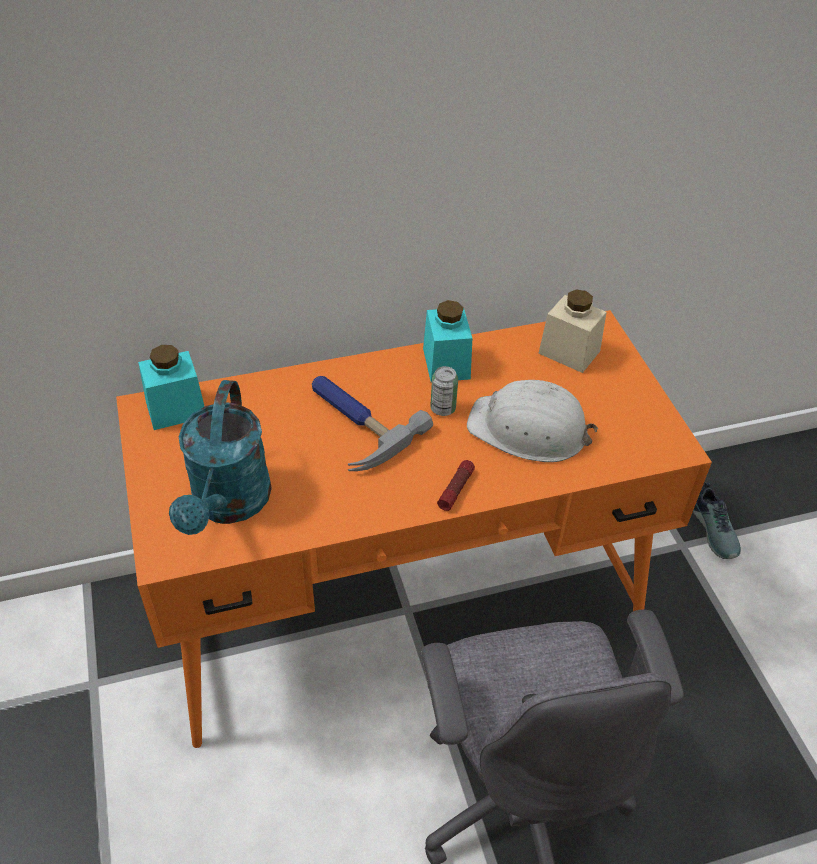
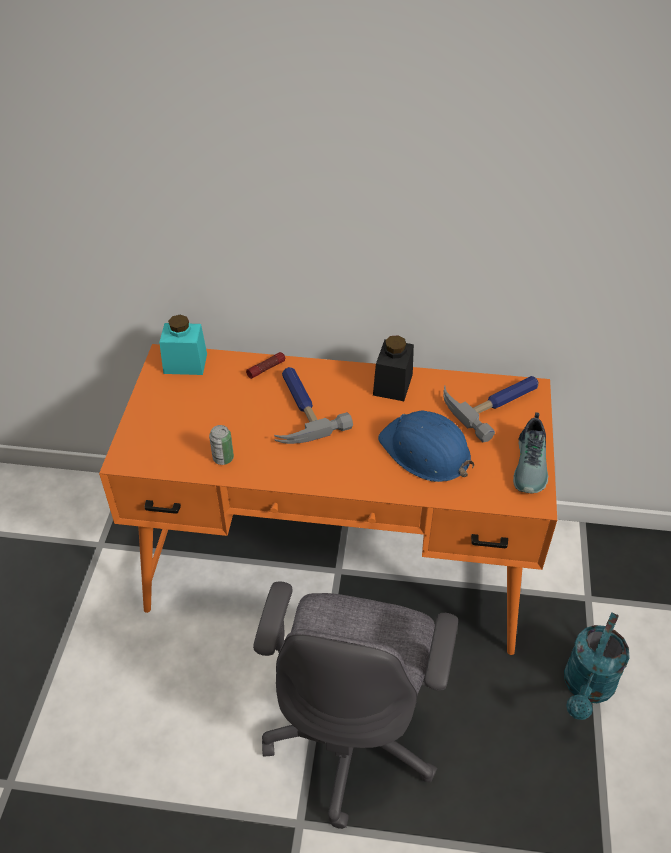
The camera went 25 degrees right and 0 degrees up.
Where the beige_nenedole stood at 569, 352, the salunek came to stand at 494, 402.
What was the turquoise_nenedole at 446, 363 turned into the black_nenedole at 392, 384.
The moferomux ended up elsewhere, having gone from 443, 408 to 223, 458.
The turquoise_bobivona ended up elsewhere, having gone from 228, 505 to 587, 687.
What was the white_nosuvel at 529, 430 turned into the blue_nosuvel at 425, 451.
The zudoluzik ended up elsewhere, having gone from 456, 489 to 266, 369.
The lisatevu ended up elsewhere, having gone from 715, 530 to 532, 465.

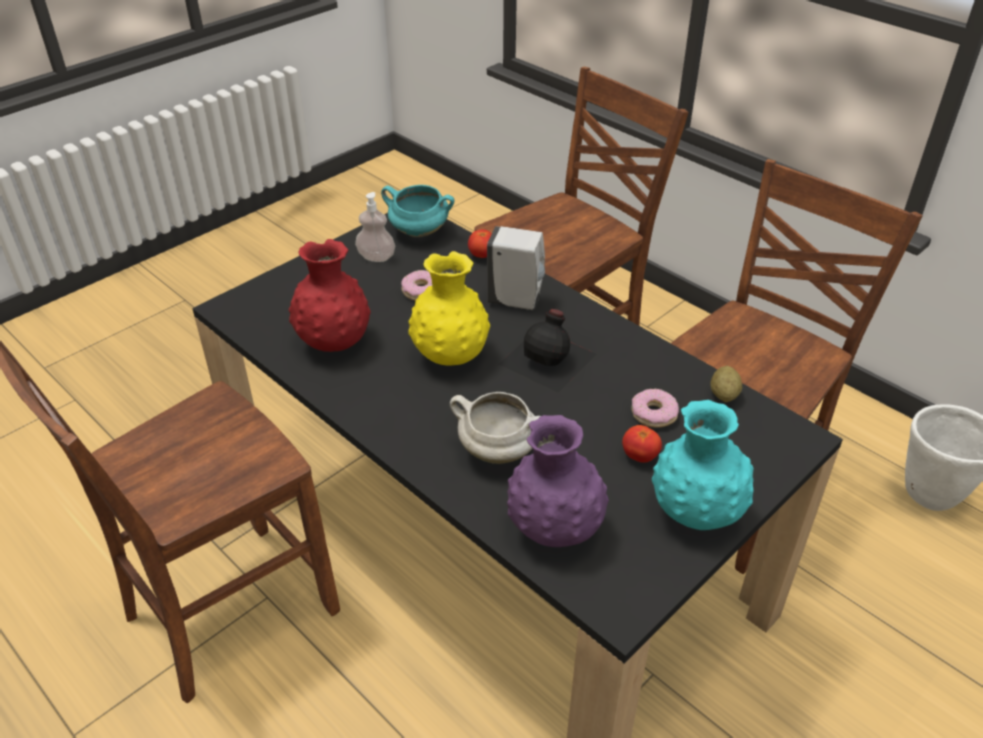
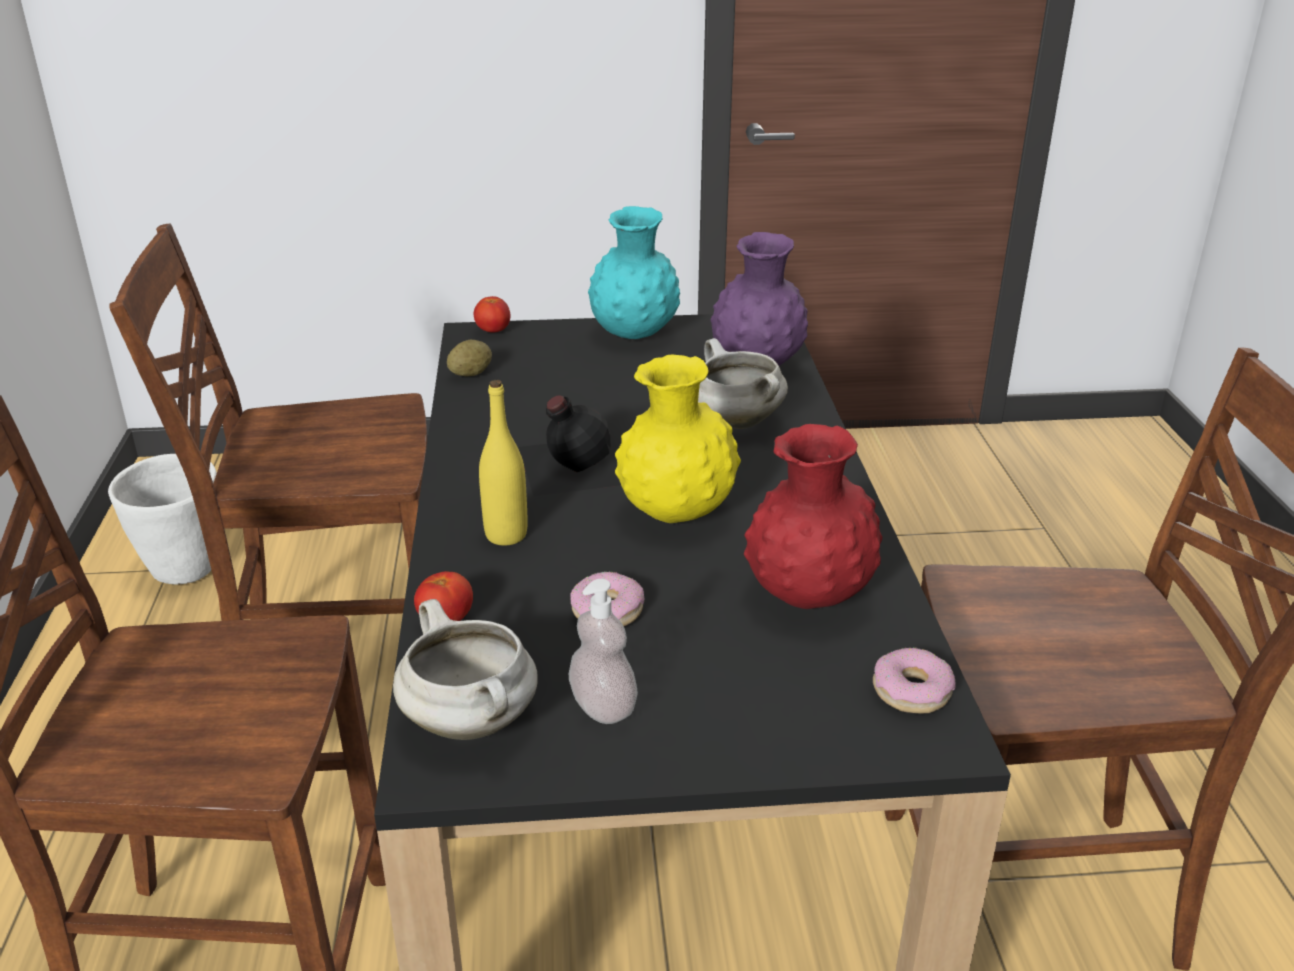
The camera went 140 degrees left and 10 degrees down.
What was the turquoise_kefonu at 418, 232 turned into the white_kefonu at 472, 722.
Where the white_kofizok stood at 517, 301, the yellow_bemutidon came to stand at 506, 535.
The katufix ended up elsewhere, having gone from 654, 414 to 911, 690.
The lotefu ended up elsewhere, having gone from 640, 456 to 493, 331.

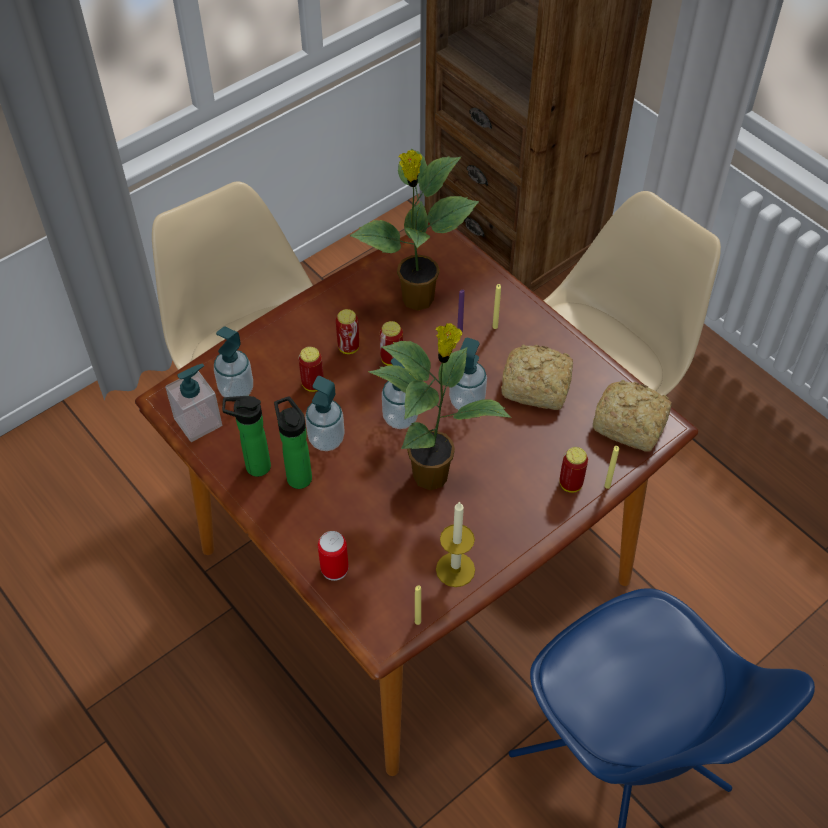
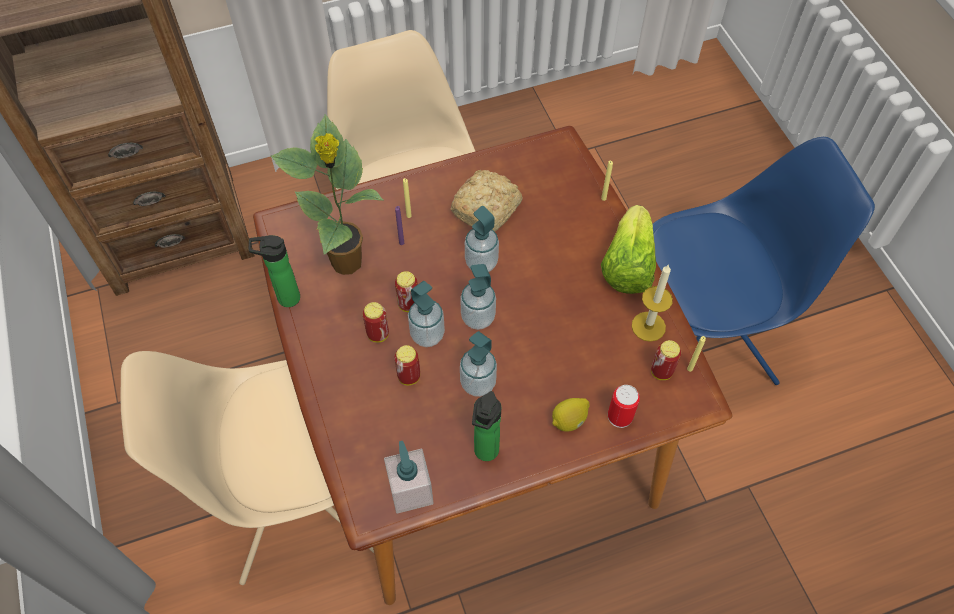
The camera went 70 degrees left and 5 degrees up.
The second view lost the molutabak at 433, 474.
The kofizok ended up elsewhere, having gone from 236, 390 to 427, 335.
The second view lost the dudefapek at 631, 425.
The bemutidon ended up elsewhere, having gone from 297, 475 to 285, 298.
The moferomux ended up elsewhere, having gone from 570, 484 to 661, 372.
The second view gained the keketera at 627, 266.
The second view gained the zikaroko at 569, 421.

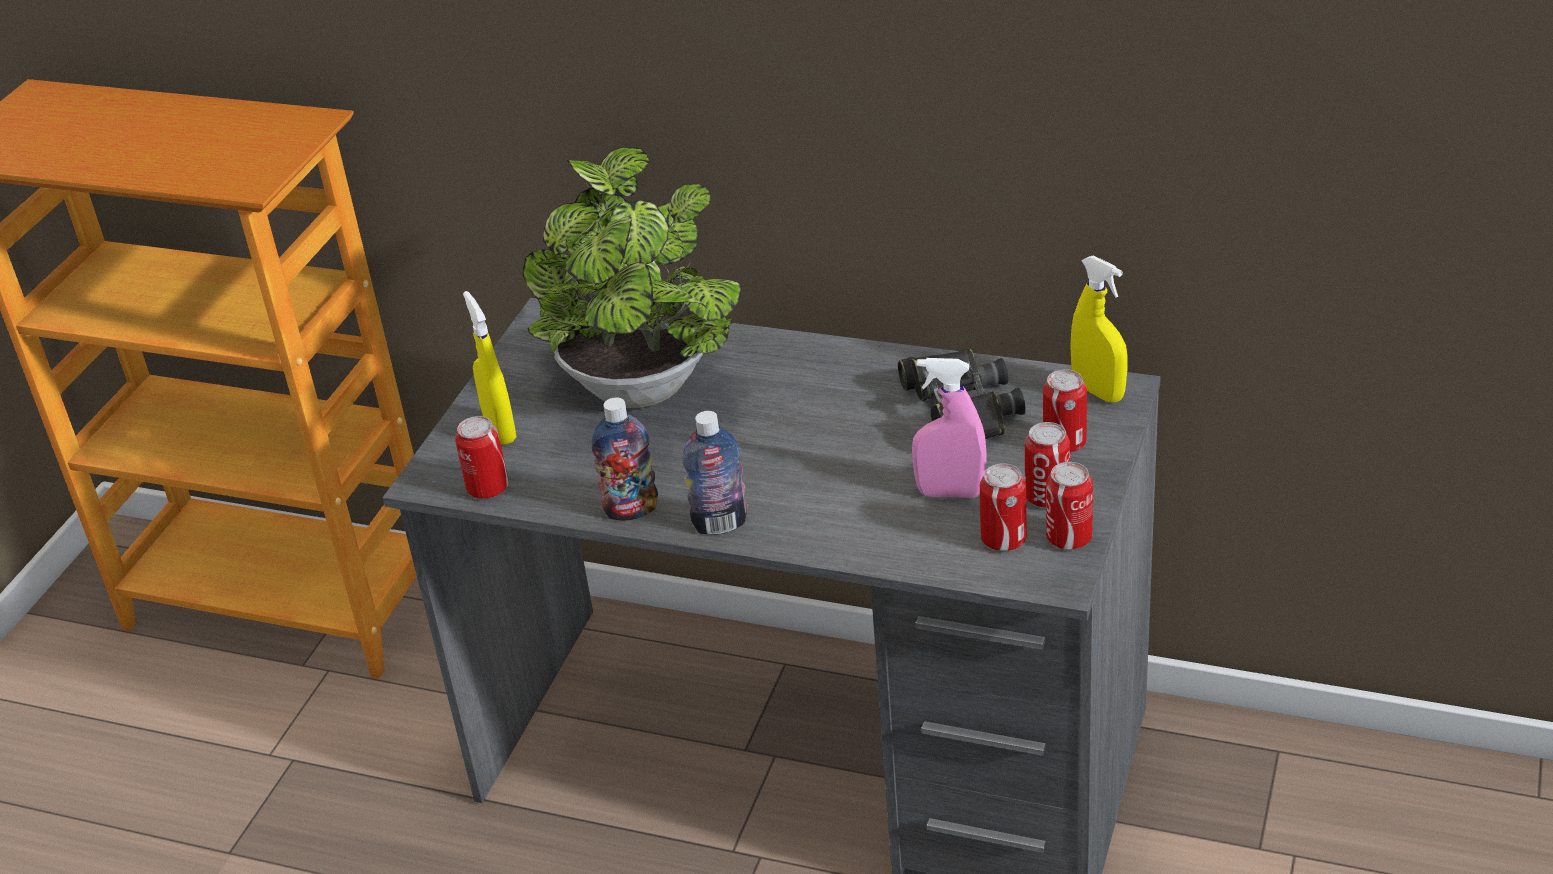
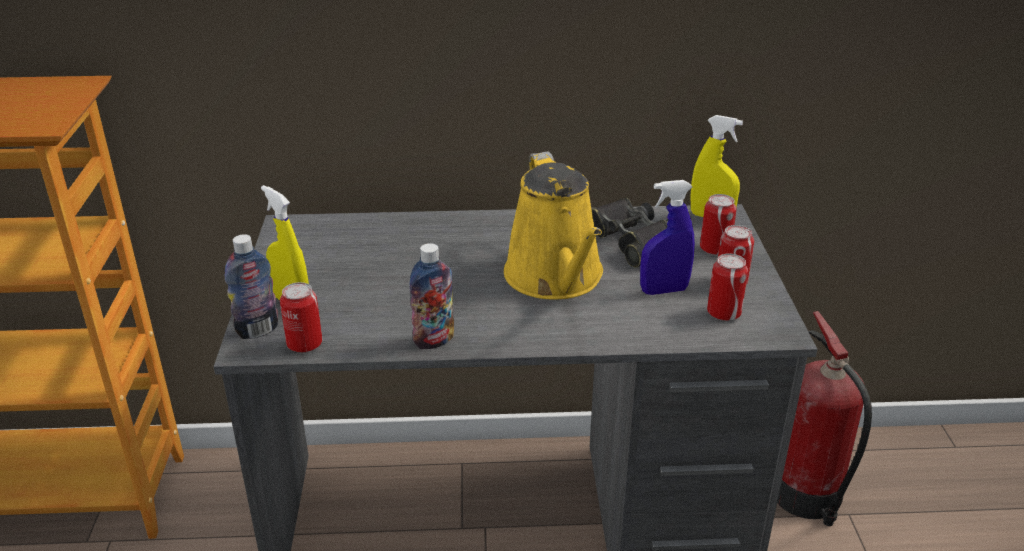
The camera went 25 degrees left and 5 degrees down.
The second view lost the molutabak at 641, 393.
What was the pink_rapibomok at 950, 493 turned into the blue_rapibomok at 664, 290.
The bemutidon ended up elsewhere, having gone from 720, 524 to 258, 330.
The second view lost the moferomux at 1069, 538.
The second view gained the yellow_bobivona at 556, 278.
The second view gained the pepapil at 808, 497.

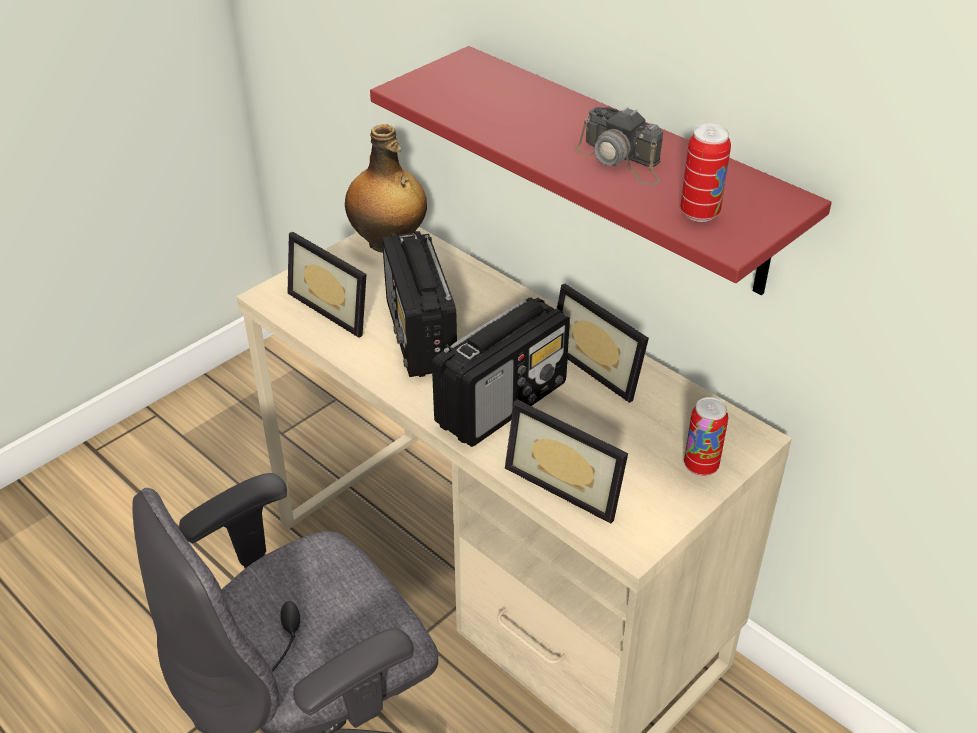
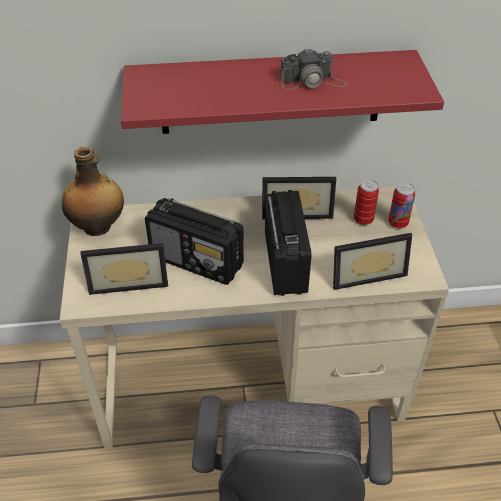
The camera went 50 degrees left and 5 degrees up.
The moferomux ended up elsewhere, having gone from 699, 213 to 363, 220.

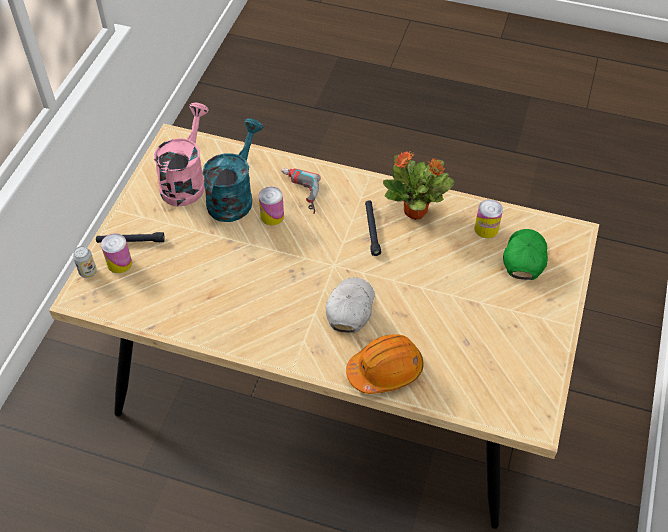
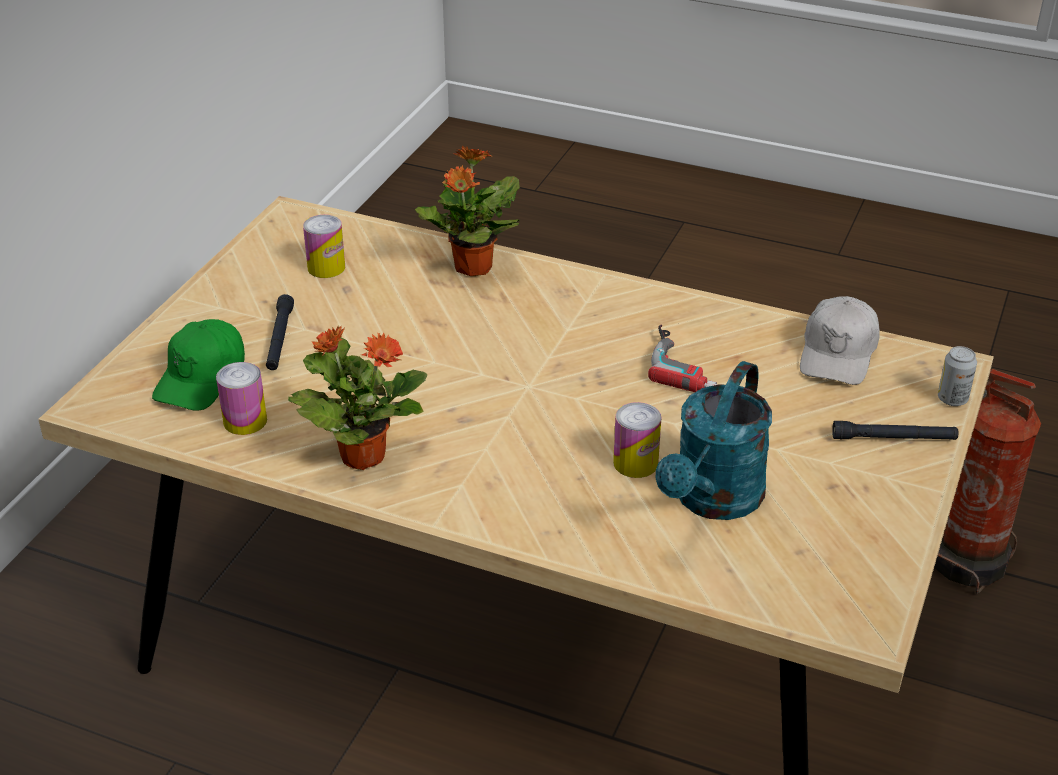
The camera went 175 degrees left and 15 degrees down.
The second view lost the pink_bobivona at 186, 181.
The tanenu ended up elsewhere, having gone from 298, 193 to 688, 365.
The black_zudoluzik ended up elsewhere, having gone from 372, 230 to 279, 339.
The moferomux ended up elsewhere, having gone from 119, 263 to 326, 267.
The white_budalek ended up elsewhere, having gone from 350, 308 to 838, 353.
Where the orange_nosuvel stood at 385, 370, the molutabak came to stand at 472, 268.
The second view gained the pepapil at 964, 557.

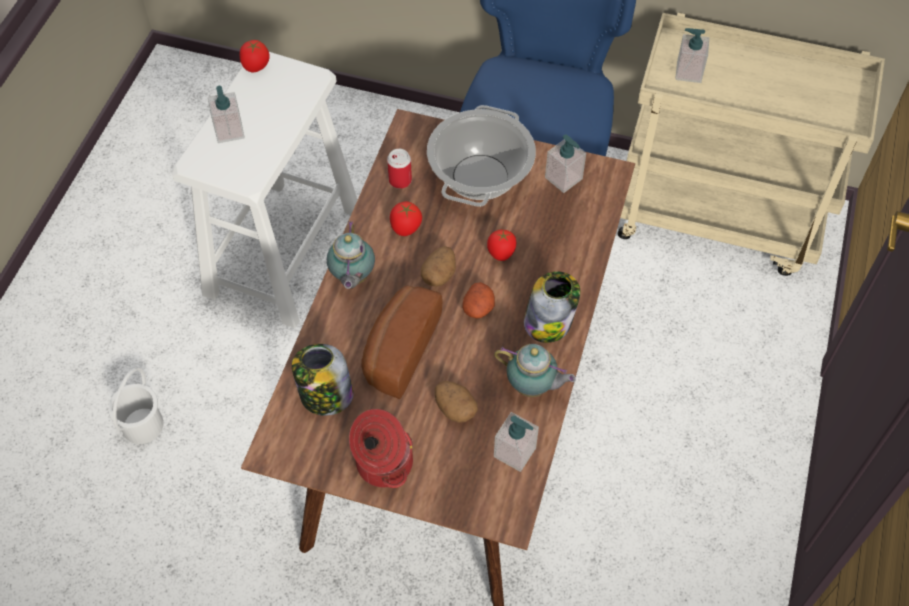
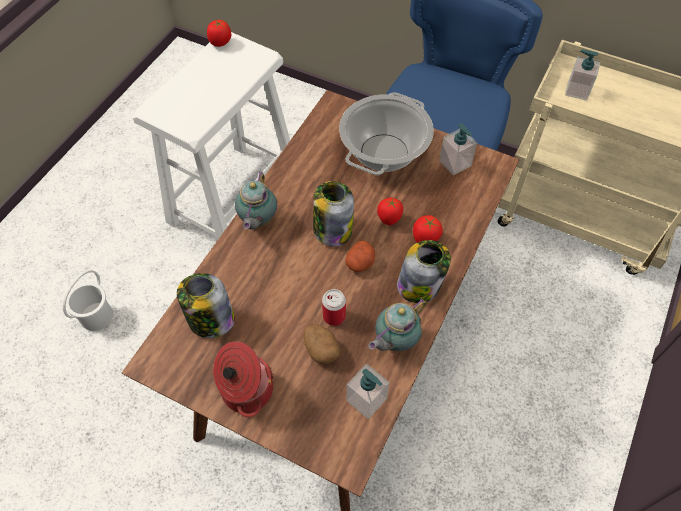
The camera went 10 degrees right and 0 degrees up.
The second view lost the kofizok at 229, 131.
The moferomux ended up elsewhere, having gone from 400, 180 to 334, 316.
The lotefu ended up elsewhere, having gone from 405, 228 to 425, 239.
Where the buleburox stood at 439, 274, the nenedole came to stand at 332, 229.
The second view lost the dudefapek at 398, 349.
The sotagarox at 532, 387 ended up facing another way, 105 degrees clockwise from before.

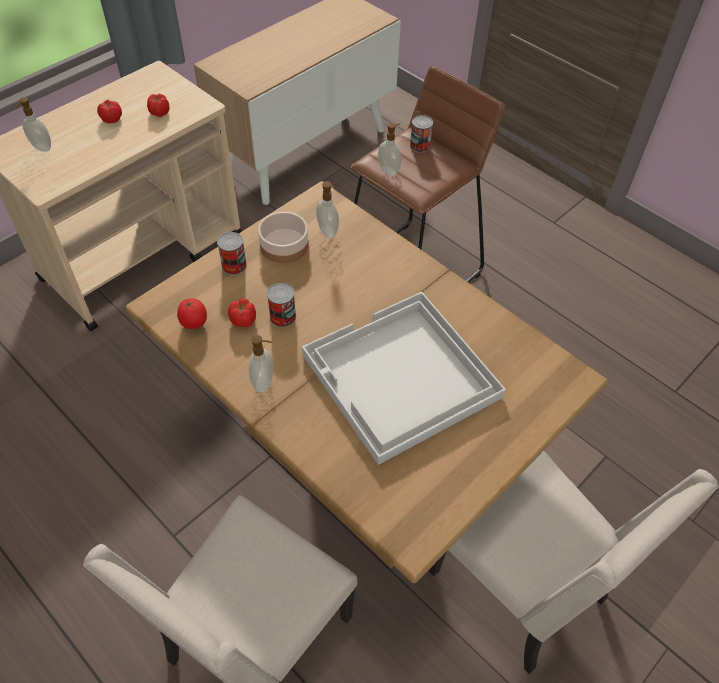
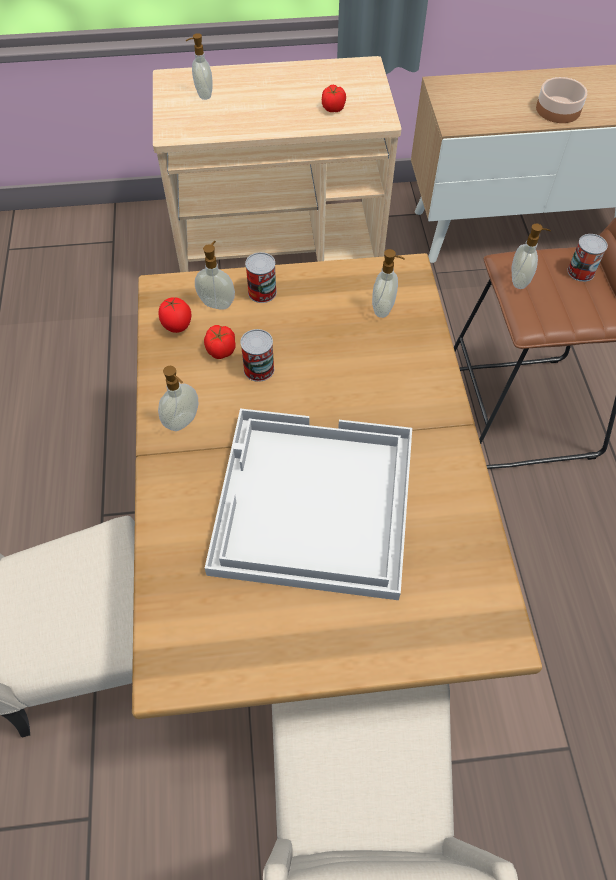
The camera went 40 degrees right and 5 degrees up.
The second view lost the lotefu at 111, 119.
The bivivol ended up elsewhere, having gone from 283, 246 to 557, 110.
The second view gained the kofizok at 217, 303.

